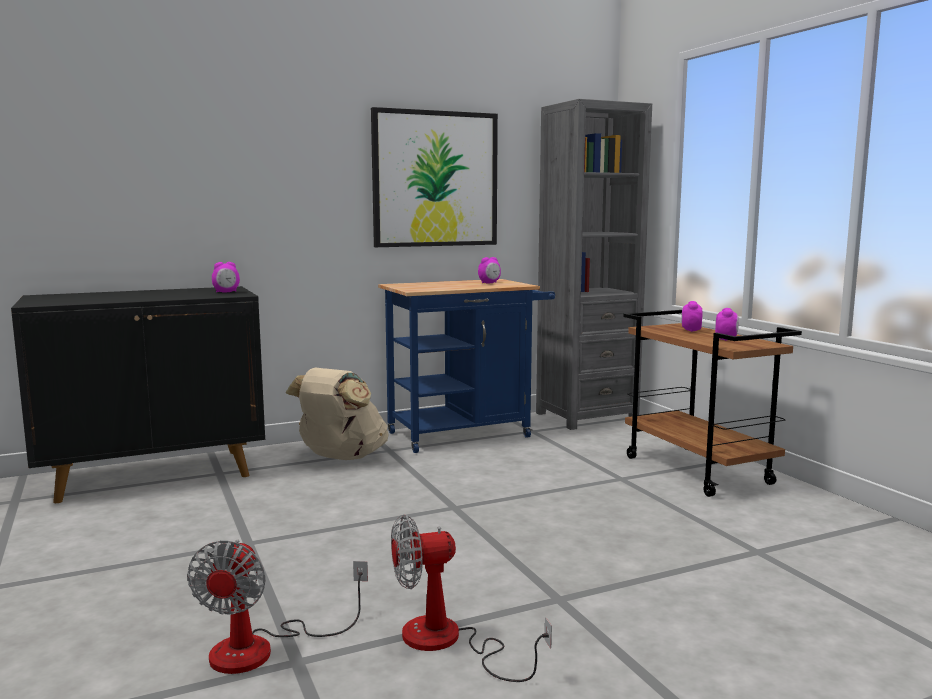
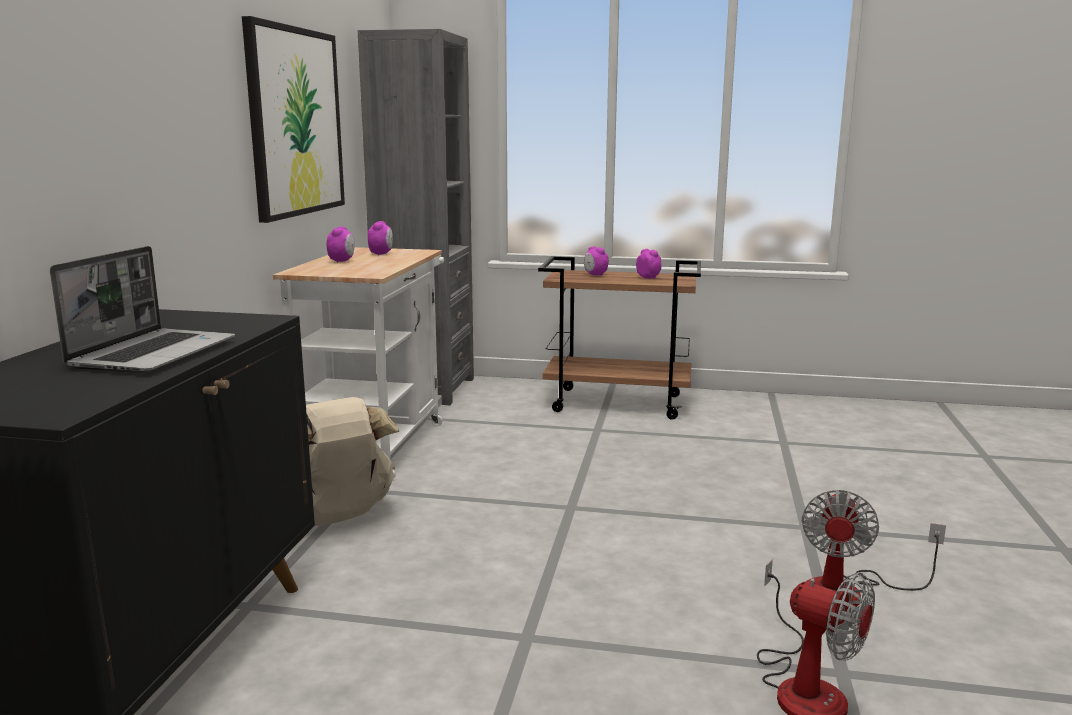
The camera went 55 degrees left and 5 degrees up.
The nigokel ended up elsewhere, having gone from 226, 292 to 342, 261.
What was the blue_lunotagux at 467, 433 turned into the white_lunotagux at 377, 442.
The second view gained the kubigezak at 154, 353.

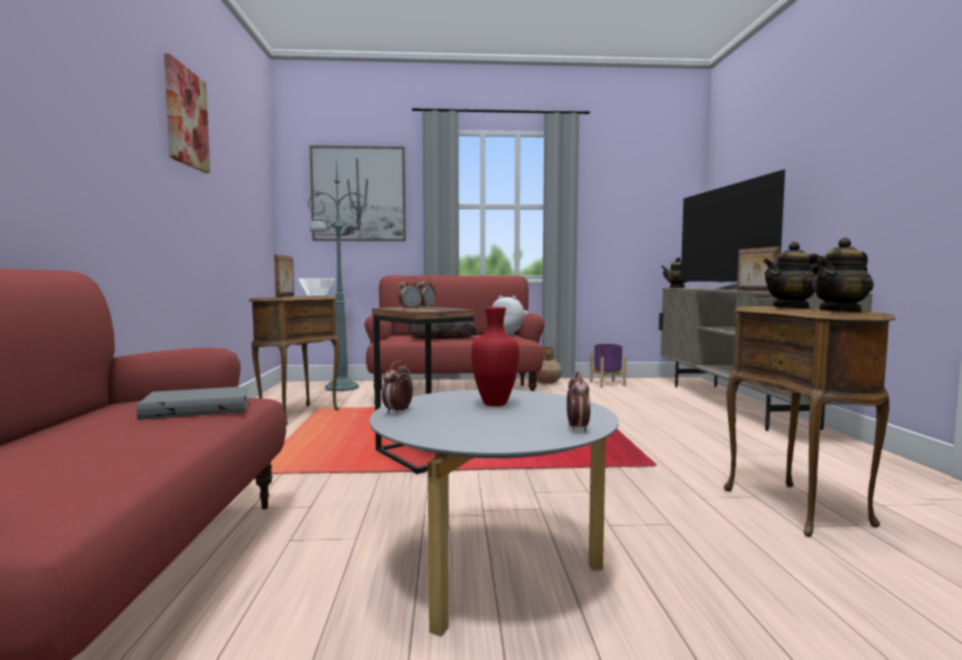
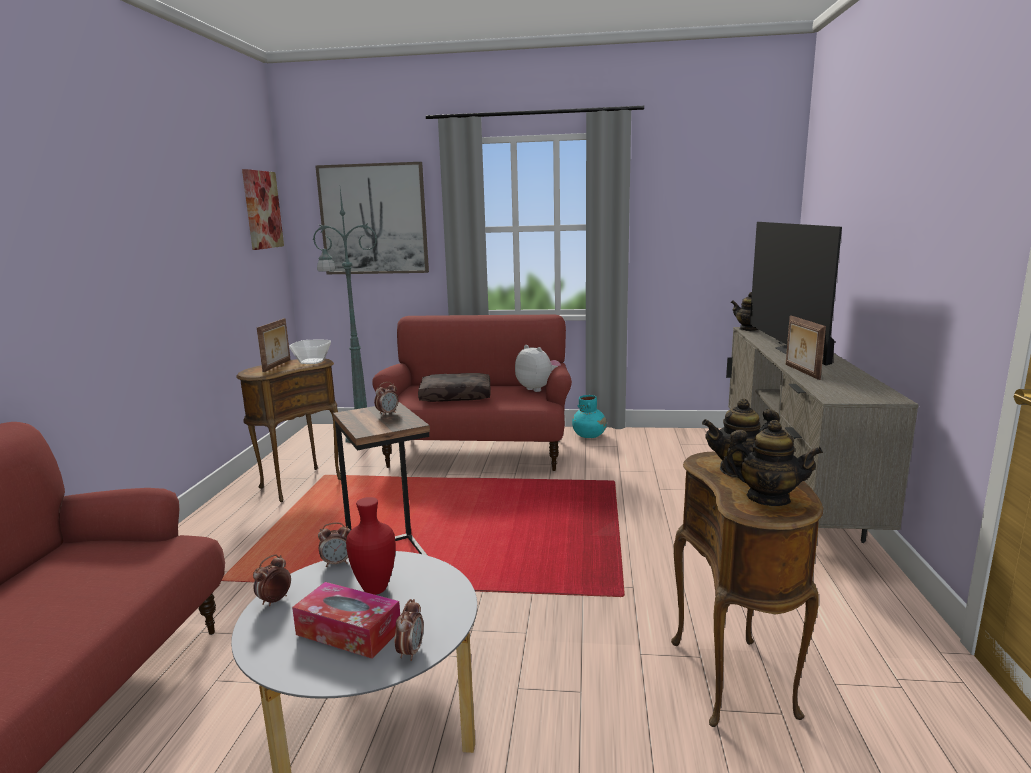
The camera went 10 degrees right and 10 degrees up.
The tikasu ended up elsewhere, having gone from 186, 118 to 262, 210.
The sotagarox at 841, 311 ended up facing another way, 135 degrees counterclockwise from before.
The nigokel ended up elsewhere, having gone from 410, 309 to 337, 563.
The second view lost the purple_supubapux at 607, 383.
What was the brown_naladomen at 547, 383 turned into the turquoise_naladomen at 589, 436.
The second view lost the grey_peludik at 198, 408.
The second view gained the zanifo at 348, 631.

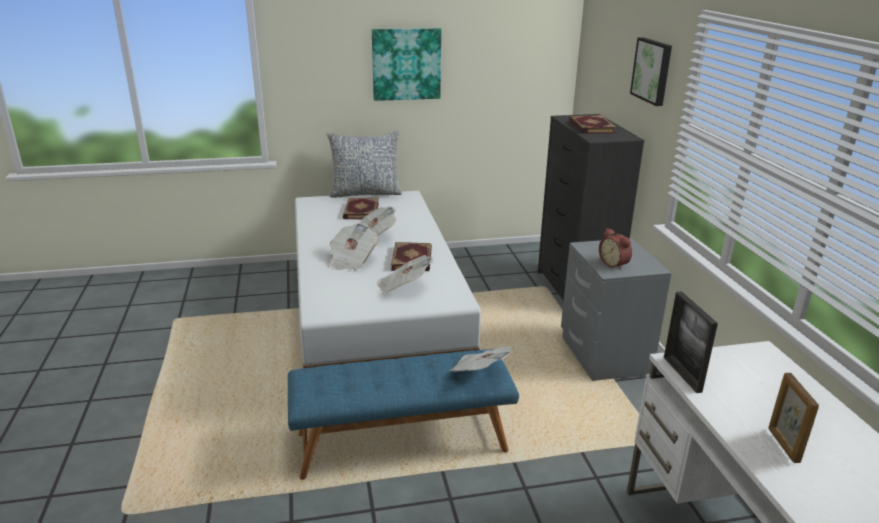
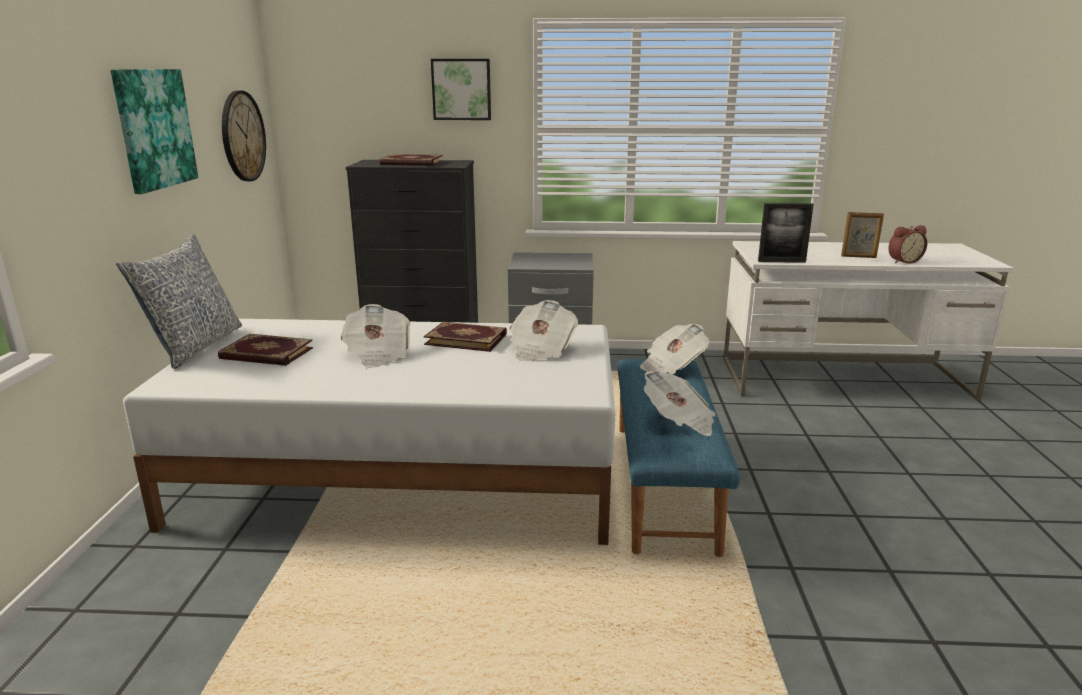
The camera went 75 degrees left and 5 degrees down.
The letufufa ended up elsewhere, having gone from 351, 260 to 679, 421.
The nigokel ended up elsewhere, having gone from 614, 264 to 903, 261.
The second view gained the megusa at 242, 136.

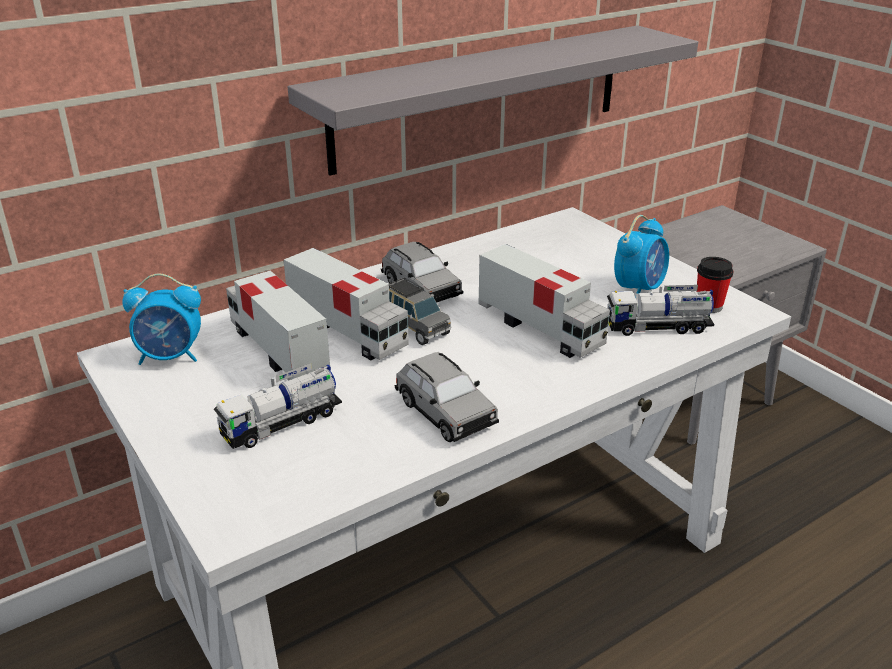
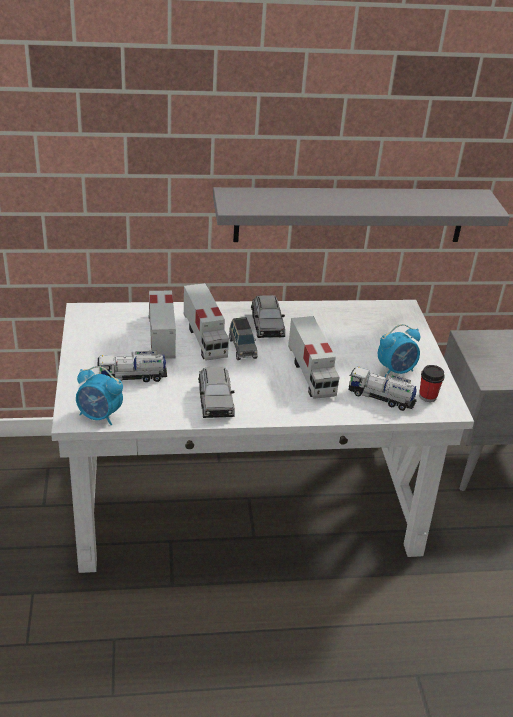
The camera went 25 degrees right and 5 degrees up.
The nigokel ended up elsewhere, having gone from 171, 357 to 100, 416.

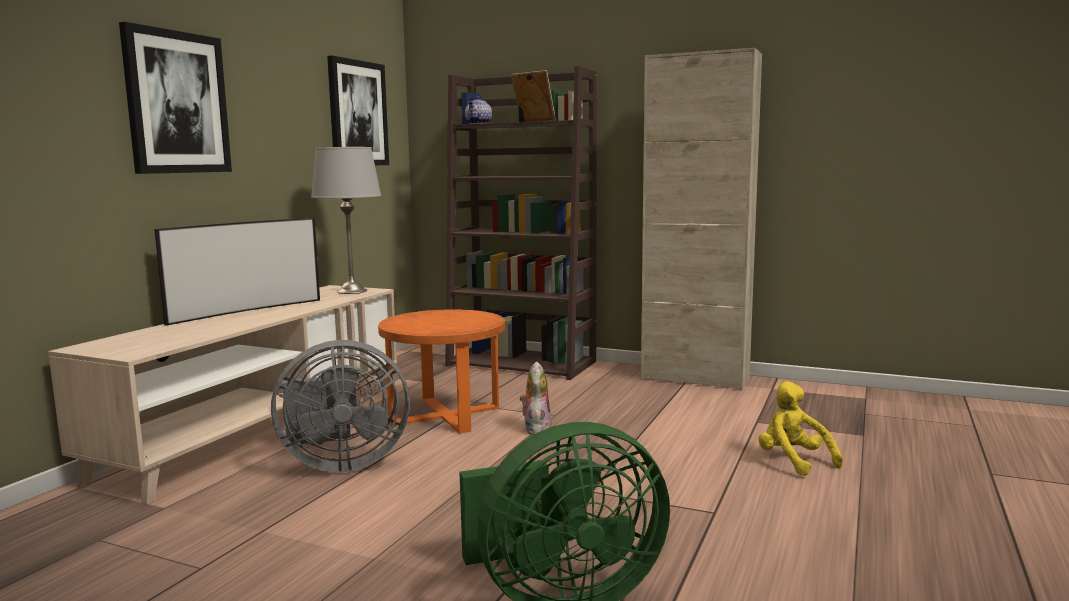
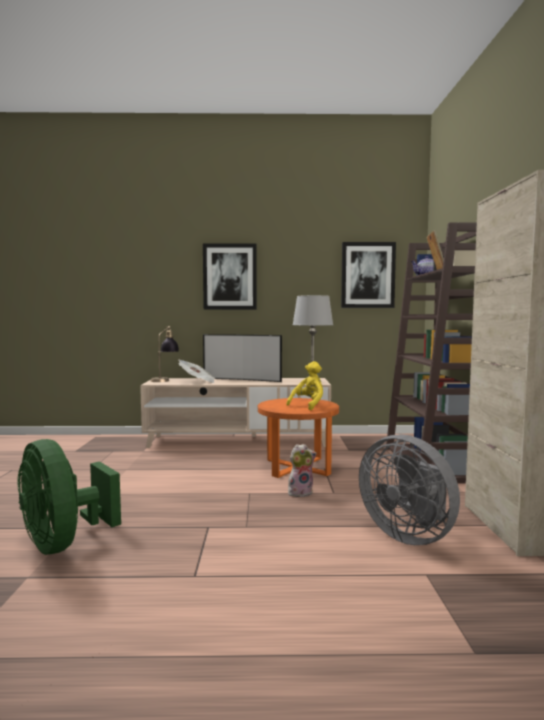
The camera went 65 degrees right and 5 degrees down.
The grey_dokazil ended up elsewhere, having gone from 340, 463 to 408, 534.
The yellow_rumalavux ended up elsewhere, having gone from 793, 461 to 308, 405.
The second view gained the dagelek at 165, 379.
The second view gained the letufufa at 197, 382.

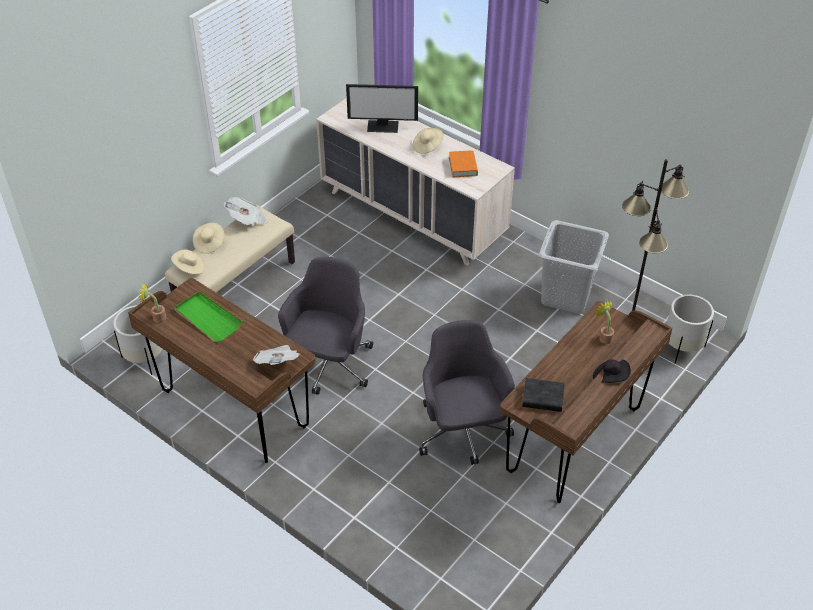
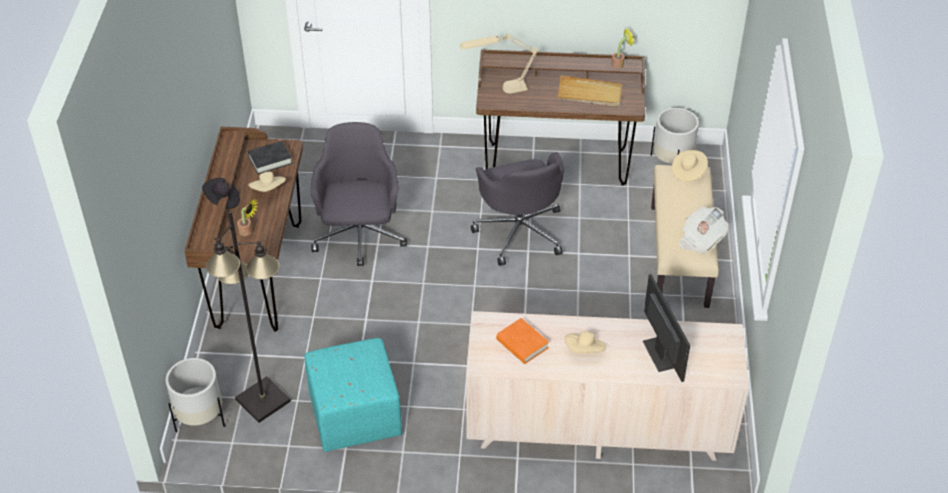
The camera went 145 degrees right and 0 degrees up.
The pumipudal at 383, 126 ended up facing another way, 105 degrees clockwise from before.
Where the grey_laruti stood at 566, 296, the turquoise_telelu came to stand at 354, 415.
The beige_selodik ended up elsewhere, having gone from 209, 243 to 268, 190.
What was the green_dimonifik at 208, 318 turned into the beige_dimonifik at 589, 94.
The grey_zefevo at 462, 431 ended up facing another way, 135 degrees counterclockwise from before.
Where the letufufa stood at 278, 363, the beige_dagelek came to stand at 499, 90.

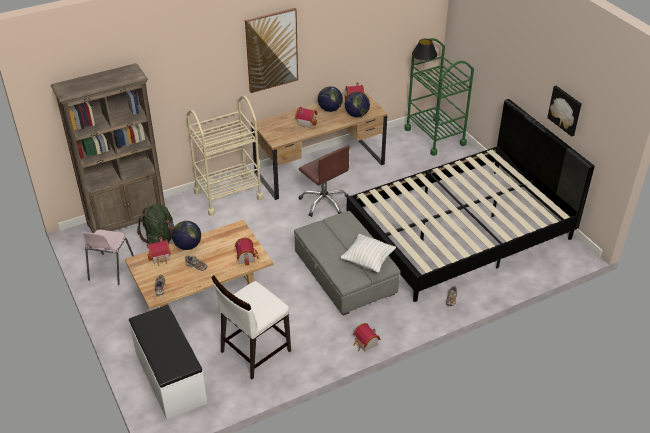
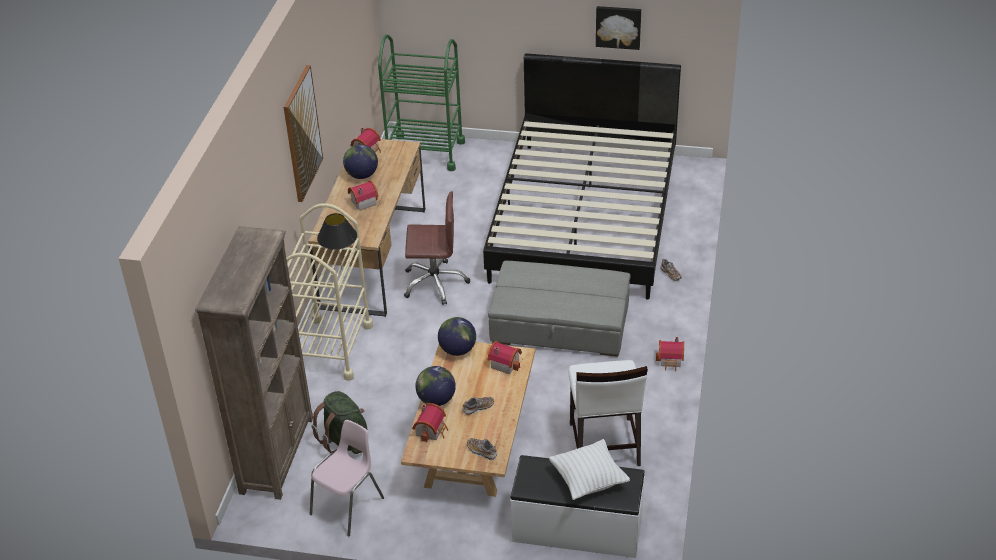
The camera went 50 degrees left and 0 degrees up.
The black_dagelek ended up elsewhere, having gone from 422, 77 to 341, 268.
The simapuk ended up elsewhere, having gone from 356, 115 to 457, 350.
The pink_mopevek at 110, 269 ended up facing another way, 105 degrees counterclockwise from before.
The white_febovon ended up elsewhere, having gone from 368, 261 to 588, 480.

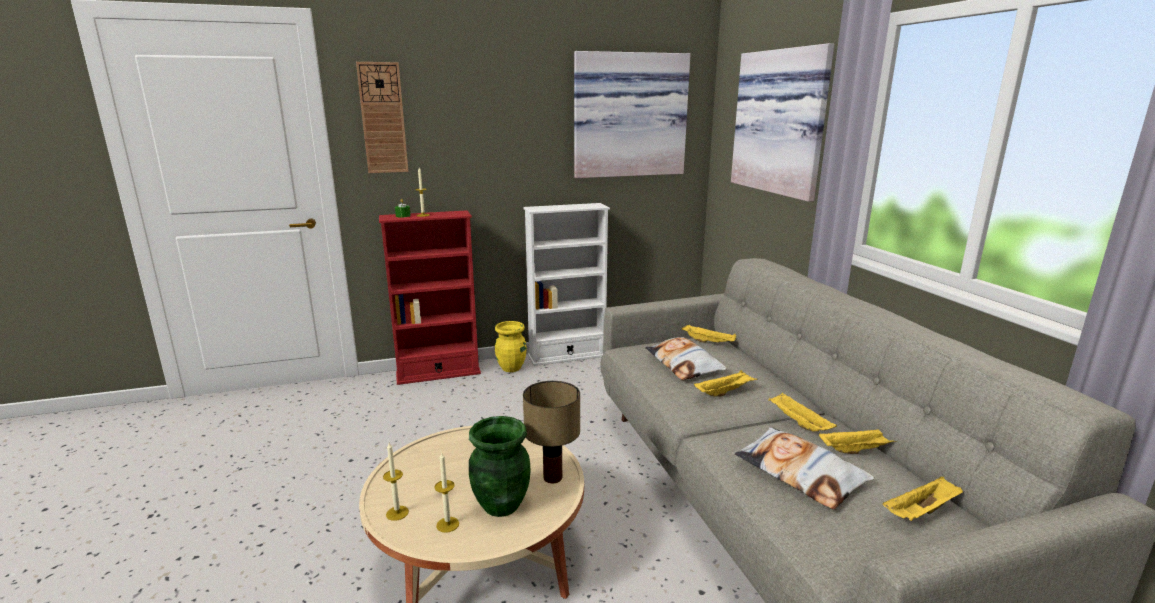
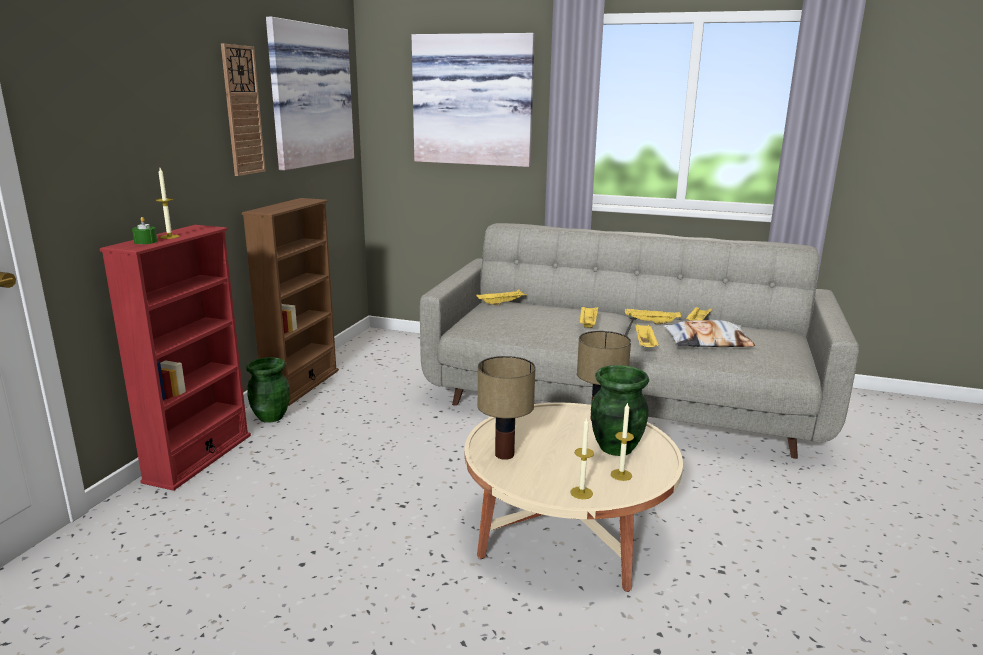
The camera went 55 degrees left and 0 degrees up.
The megusa ended up elsewhere, having gone from 383, 118 to 242, 111.
What was the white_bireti at 567, 356 turned into the brown_bireti at 301, 385.
What was the yellow_naladomen at 511, 368 turned into the green_naladomen at 271, 417.
The second view lost the febovon at 684, 364.
The yellow_dimonifik ended up elsewhere, having gone from 920, 513 to 645, 346.
The second view gained the dagelek at 504, 455.

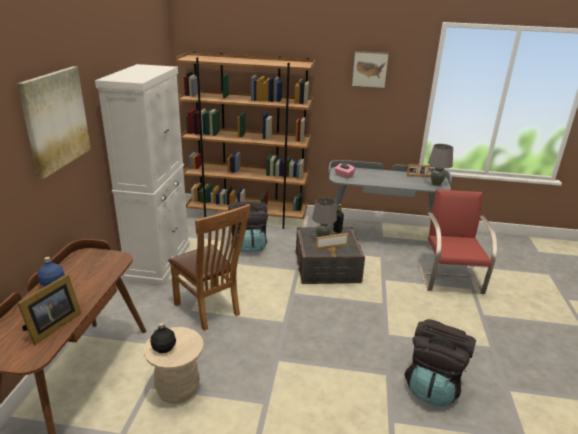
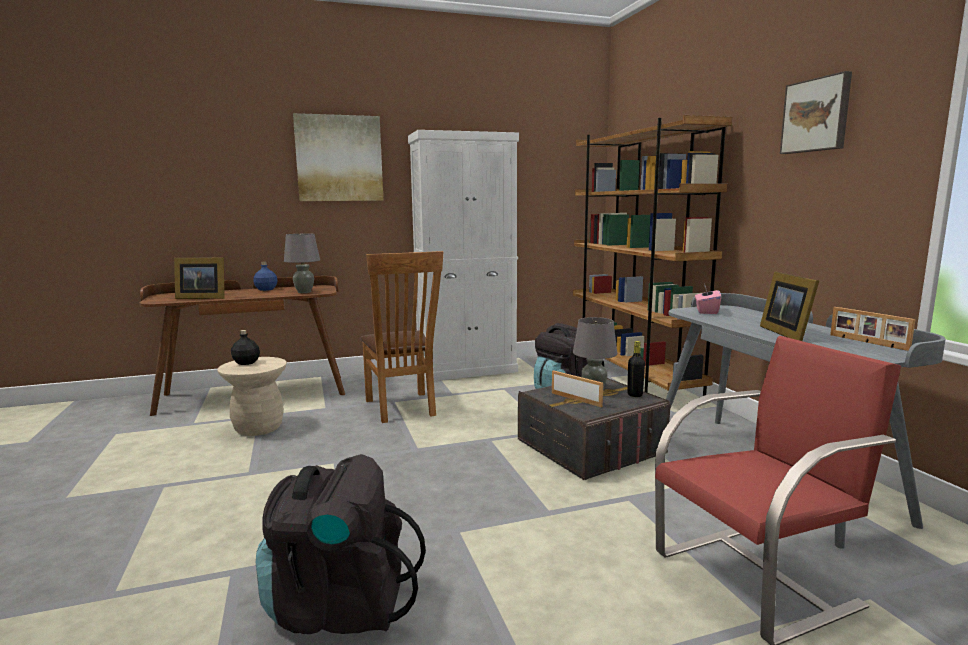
The camera went 65 degrees right and 15 degrees down.
The grey_dagelek ended up elsewhere, having gone from 436, 184 to 304, 292.
The brown_mopevek at 210, 310 ended up facing another way, 45 degrees counterclockwise from before.
The second view gained the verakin at 787, 333.

